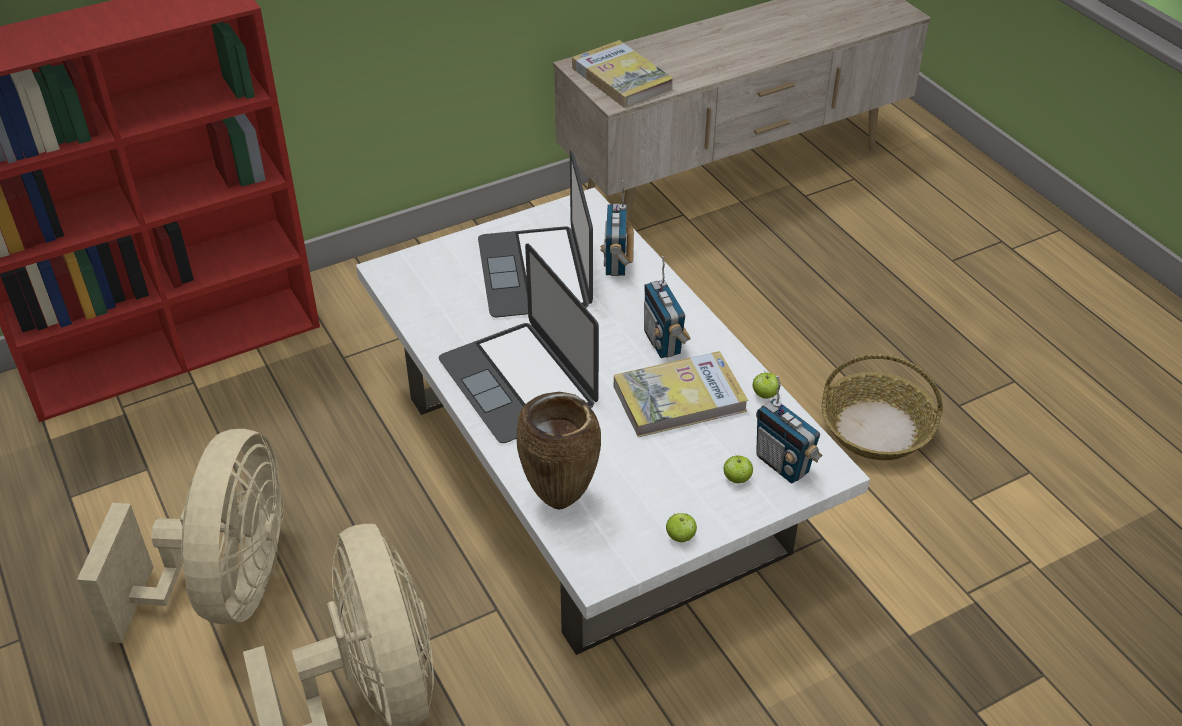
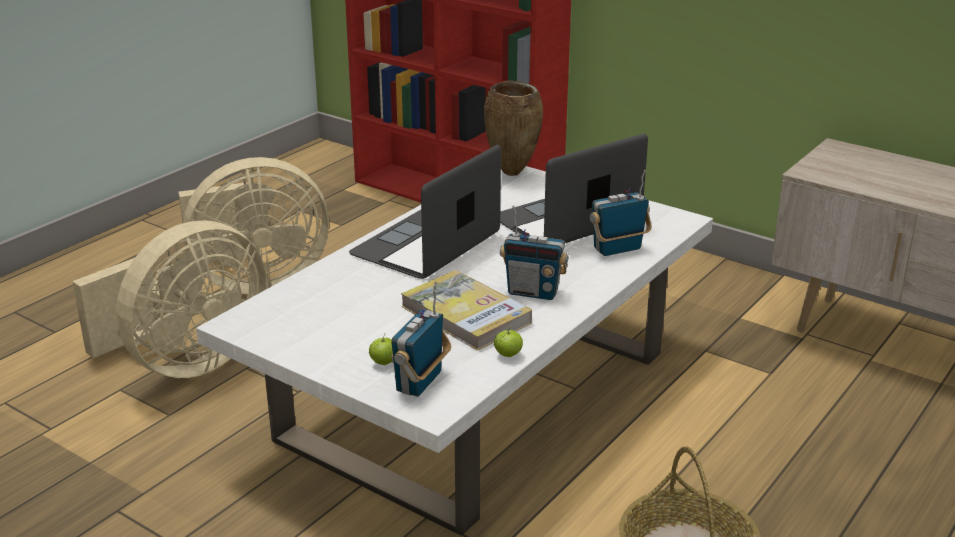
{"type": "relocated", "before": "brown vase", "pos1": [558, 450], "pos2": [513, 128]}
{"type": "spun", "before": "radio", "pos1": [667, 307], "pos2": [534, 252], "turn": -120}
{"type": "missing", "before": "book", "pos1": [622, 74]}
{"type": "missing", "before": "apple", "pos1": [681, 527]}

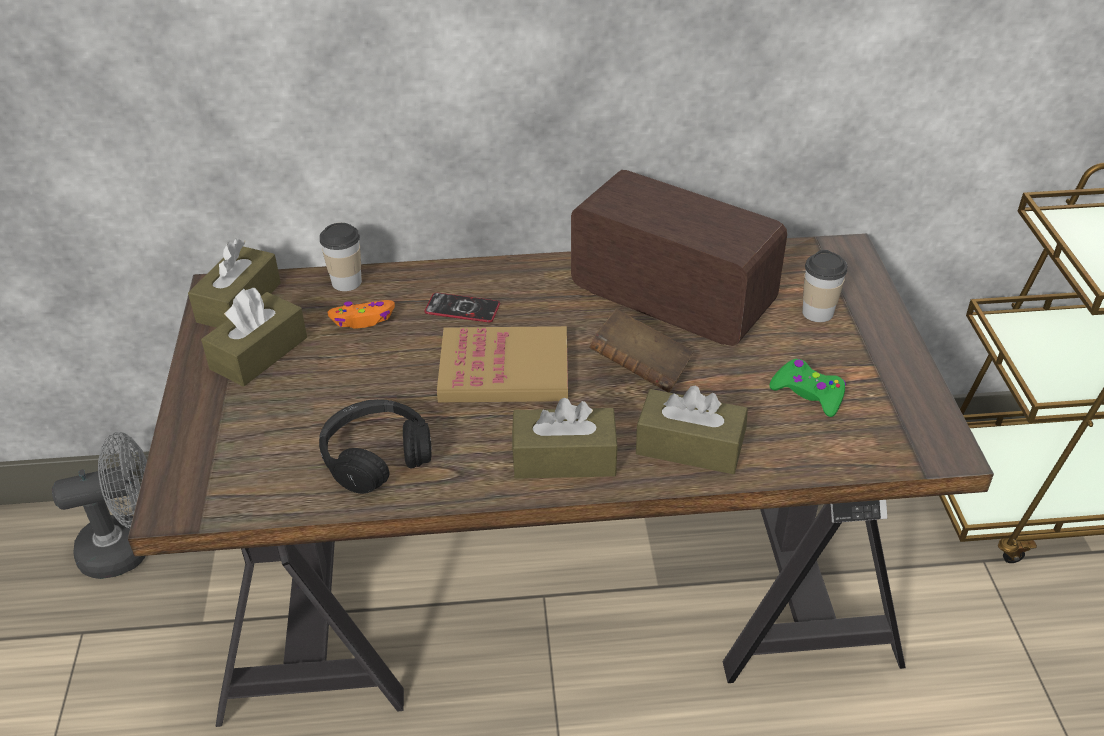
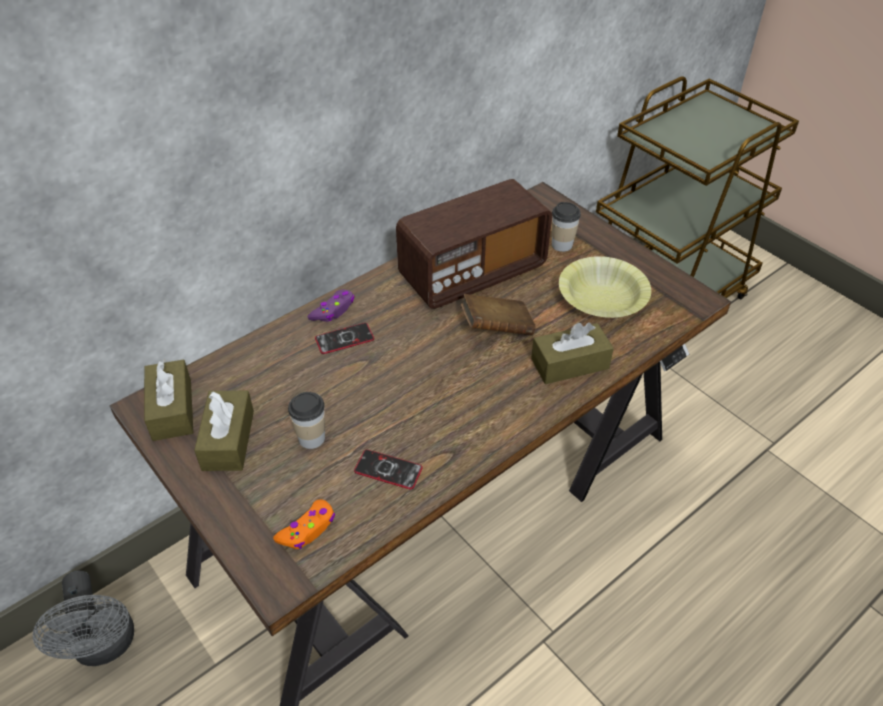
{"type": "spun", "before": "grey fan", "pos1": [99, 505], "pos2": [83, 618], "turn": 120}
{"type": "relocated", "before": "orange game controller", "pos1": [361, 314], "pos2": [304, 524]}
{"type": "relocated", "before": "cup", "pos1": [340, 257], "pos2": [306, 420]}
{"type": "appeared", "after": "purple game controller", "pos2": [331, 306]}
{"type": "exchanged", "before": "black headphones", "after": "phone", "pos1": [375, 446], "pos2": [388, 469]}
{"type": "spun", "before": "radio", "pos1": [679, 258], "pos2": [474, 244], "turn": 150}
{"type": "exchanged", "before": "green game controller", "after": "yellow bowl", "pos1": [807, 388], "pos2": [605, 287]}
{"type": "missing", "before": "book", "pos1": [502, 364]}
{"type": "missing", "before": "brown tissue box", "pos1": [565, 438]}

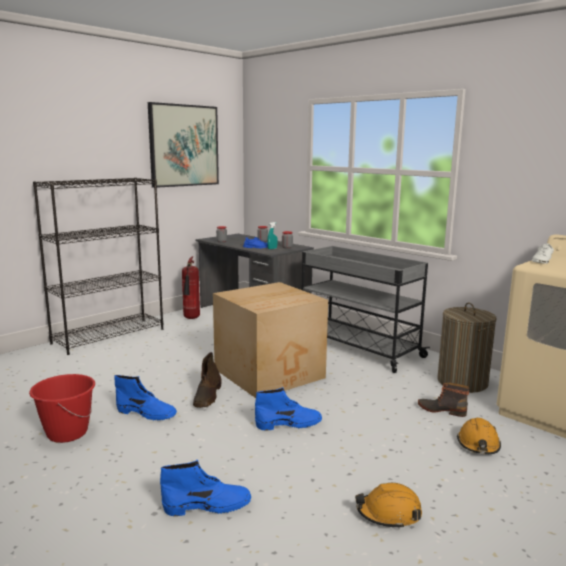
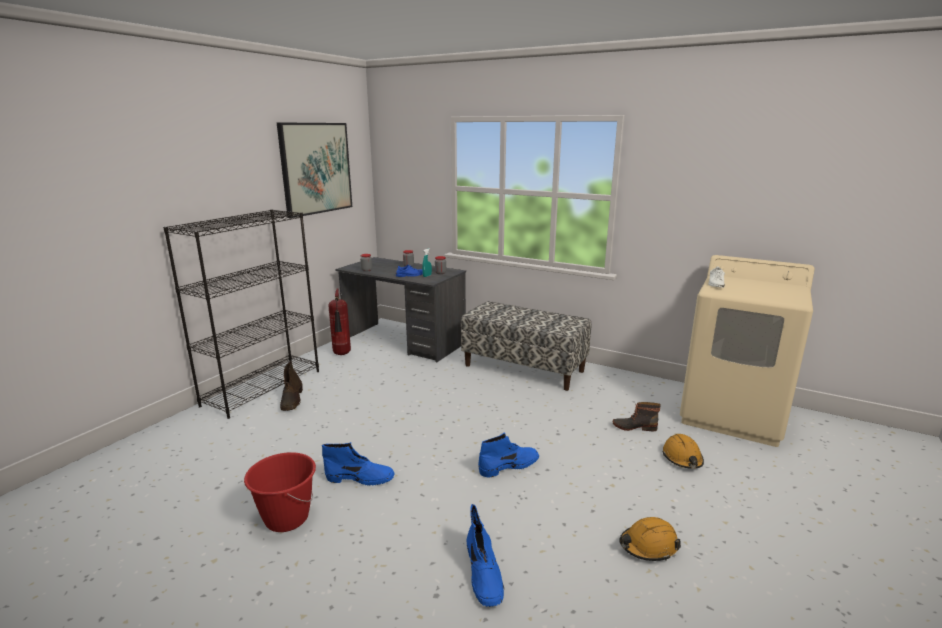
{"type": "relocated", "before": "brown boot", "pos1": [207, 380], "pos2": [291, 386]}
{"type": "exchanged", "before": "grey cart", "after": "bench", "pos1": [365, 309], "pos2": [526, 346]}
{"type": "spun", "before": "blue boot", "pos1": [205, 488], "pos2": [485, 555], "turn": 105}
{"type": "missing", "before": "cardboard box", "pos1": [270, 340]}
{"type": "missing", "before": "laundry basket", "pos1": [466, 347]}

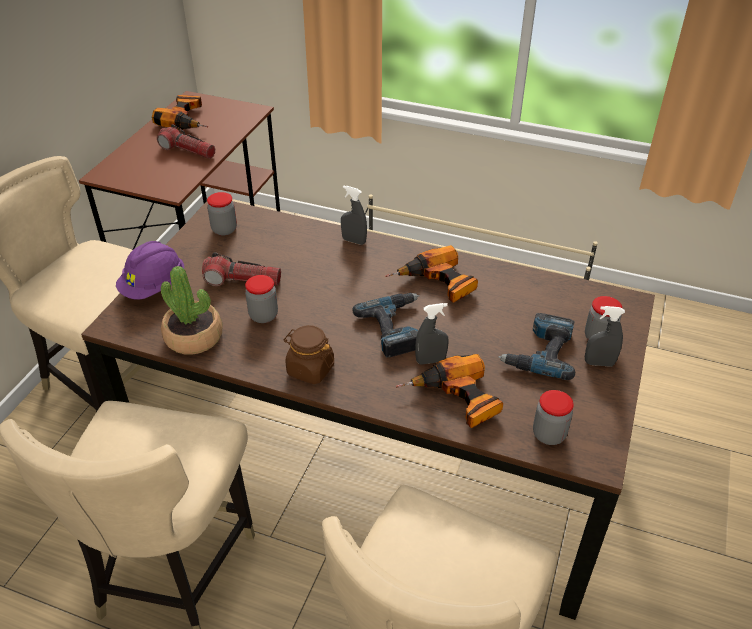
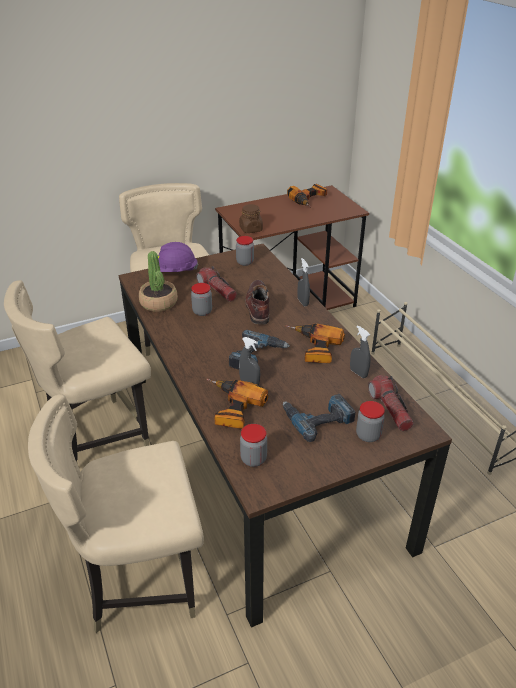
{"type": "relocated", "before": "brown jar", "pos1": [309, 354], "pos2": [251, 218]}
{"type": "appeared", "after": "brown boot", "pos2": [257, 302]}
{"type": "relocated", "before": "grey spray bottle", "pos1": [605, 336], "pos2": [360, 351]}
{"type": "relocated", "before": "flashlight", "pos1": [186, 141], "pos2": [390, 403]}

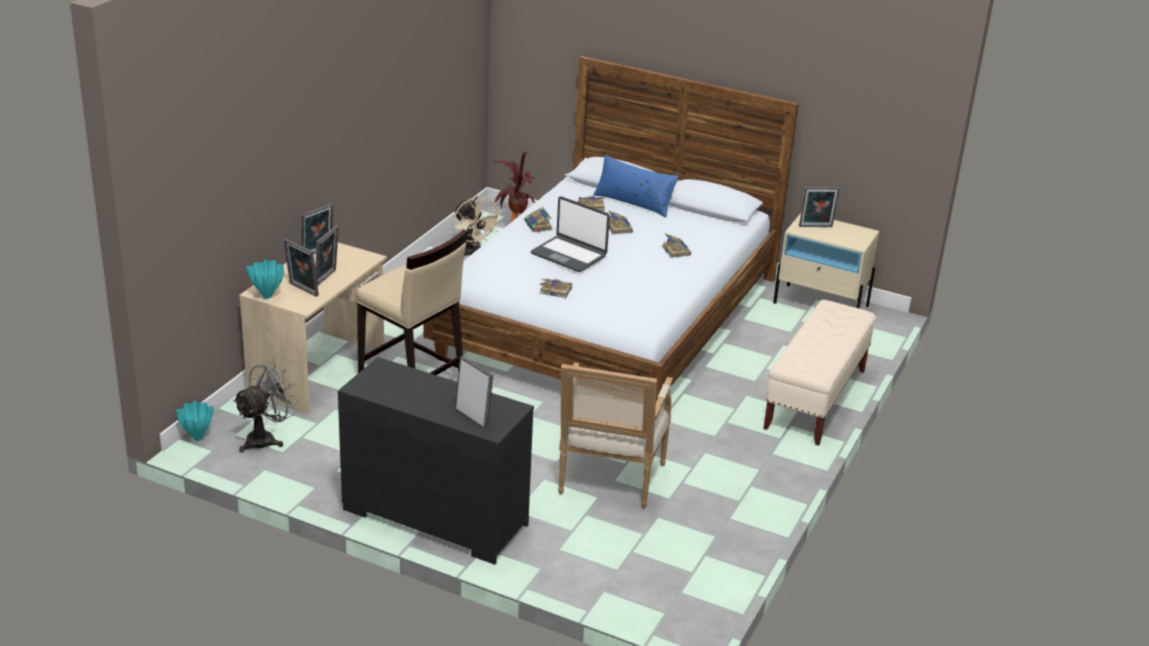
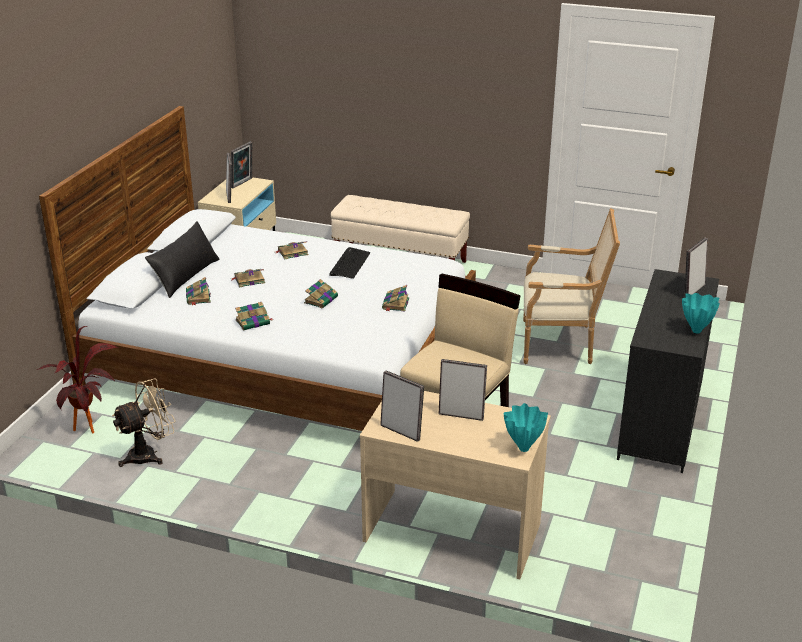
{"type": "colour", "before": "blue pillow", "after": "black pillow", "pos1": [636, 186], "pos2": [182, 259]}
{"type": "relocated", "before": "picture frame", "pos1": [301, 268], "pos2": [241, 165]}
{"type": "exchanged", "before": "laptop", "after": "book", "pos1": [570, 234], "pos2": [321, 293]}
{"type": "appeared", "after": "keyboard", "pos2": [350, 263]}
{"type": "relocated", "before": "turquoise vase", "pos1": [195, 421], "pos2": [701, 313]}
{"type": "missing", "before": "grey fan", "pos1": [266, 407]}

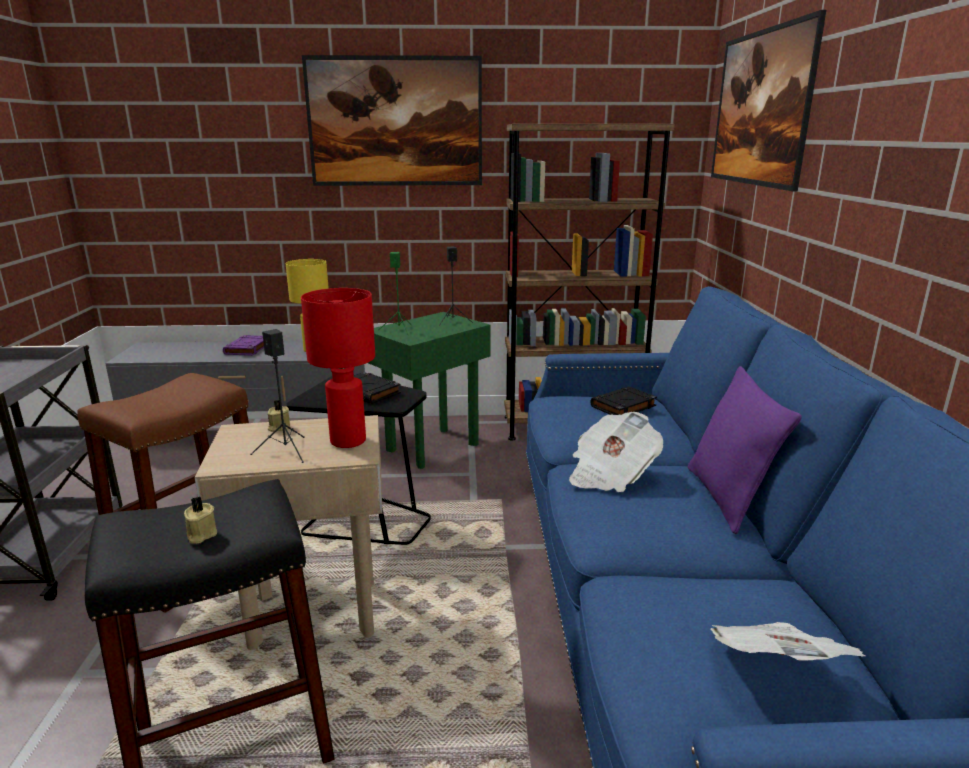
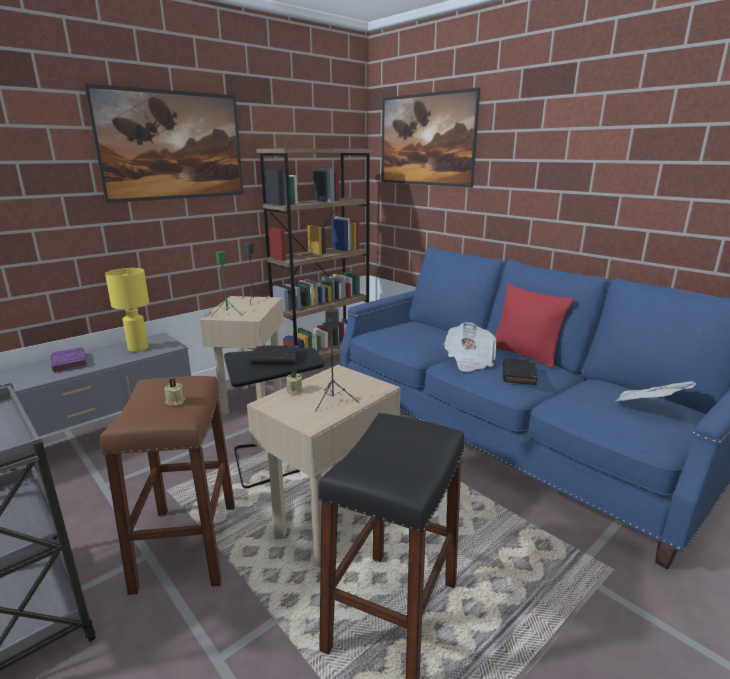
{"type": "relocated", "before": "beige candle", "pos1": [200, 520], "pos2": [174, 392]}
{"type": "colour", "before": "green side table", "after": "beige side table", "pos1": [429, 390], "pos2": [242, 355]}
{"type": "colour", "before": "purple pillow", "after": "red pillow", "pos1": [745, 450], "pos2": [534, 326]}
{"type": "relocated", "before": "black book", "pos1": [623, 400], "pos2": [520, 371]}
{"type": "missing", "before": "red table lamp", "pos1": [338, 368]}

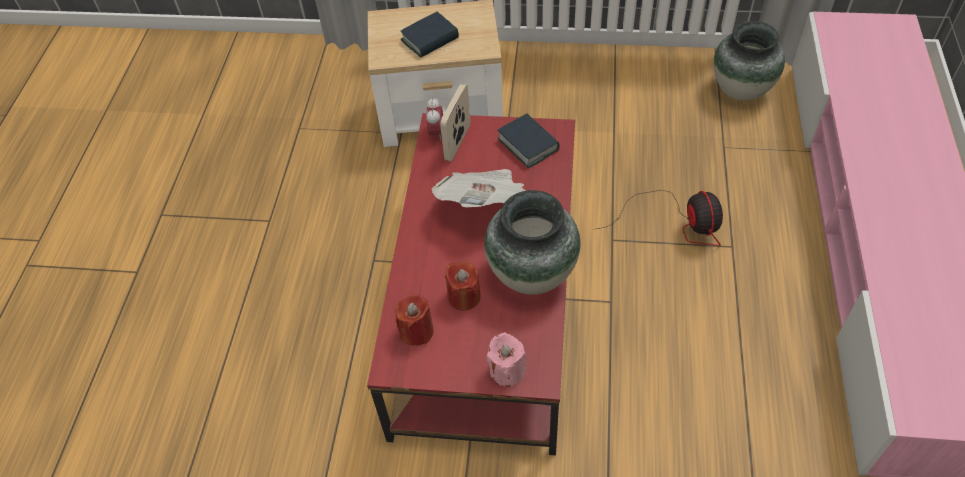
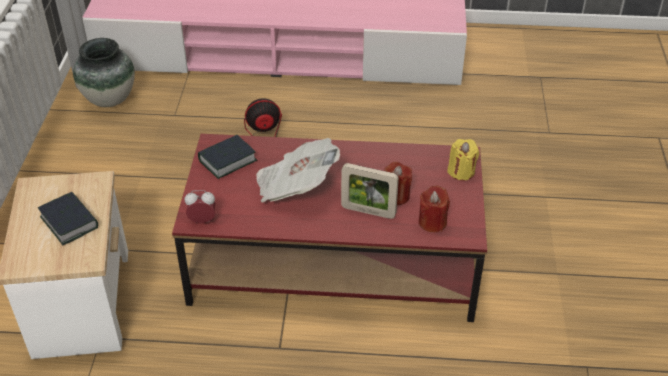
{"type": "relocated", "before": "picture frame", "pos1": [455, 123], "pos2": [370, 191]}
{"type": "colour", "before": "pink candle", "after": "yellow candle", "pos1": [506, 359], "pos2": [463, 160]}
{"type": "missing", "before": "vase", "pos1": [532, 242]}

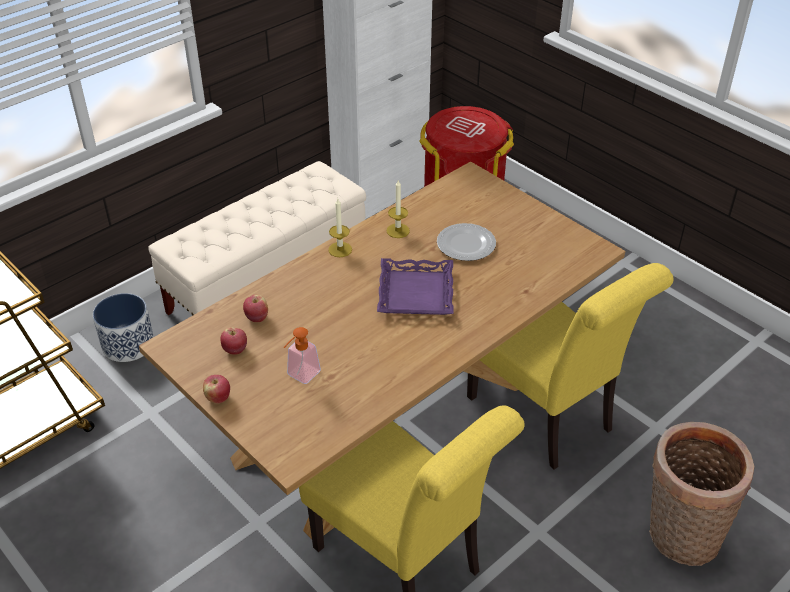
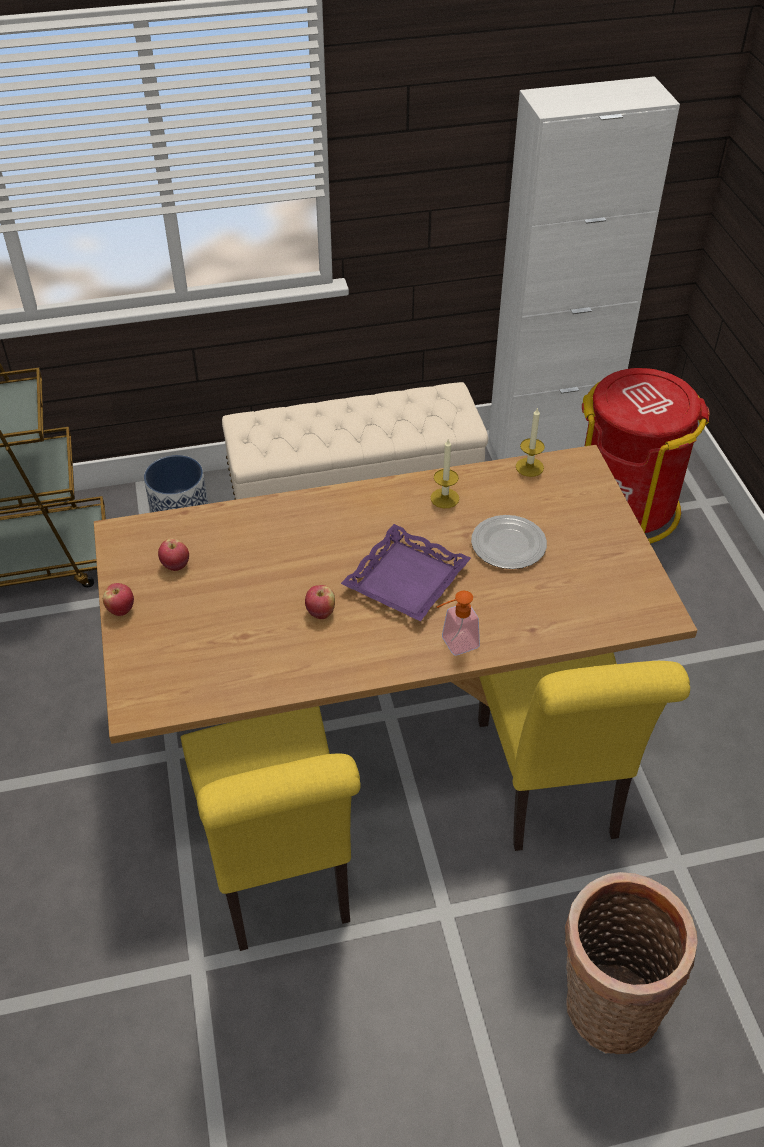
{"type": "relocated", "before": "apple", "pos1": [255, 308], "pos2": [320, 602]}
{"type": "relocated", "before": "soap dispenser", "pos1": [302, 355], "pos2": [458, 623]}
{"type": "relocated", "before": "candle", "pos1": [340, 228], "pos2": [530, 442]}

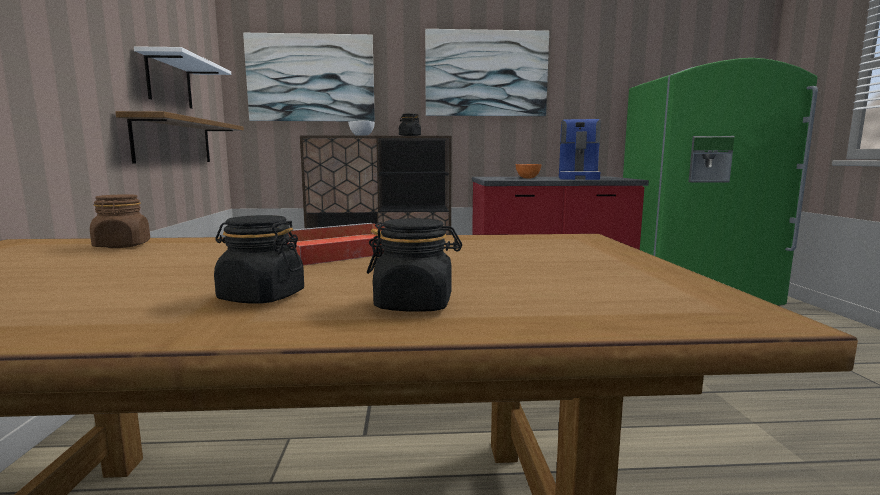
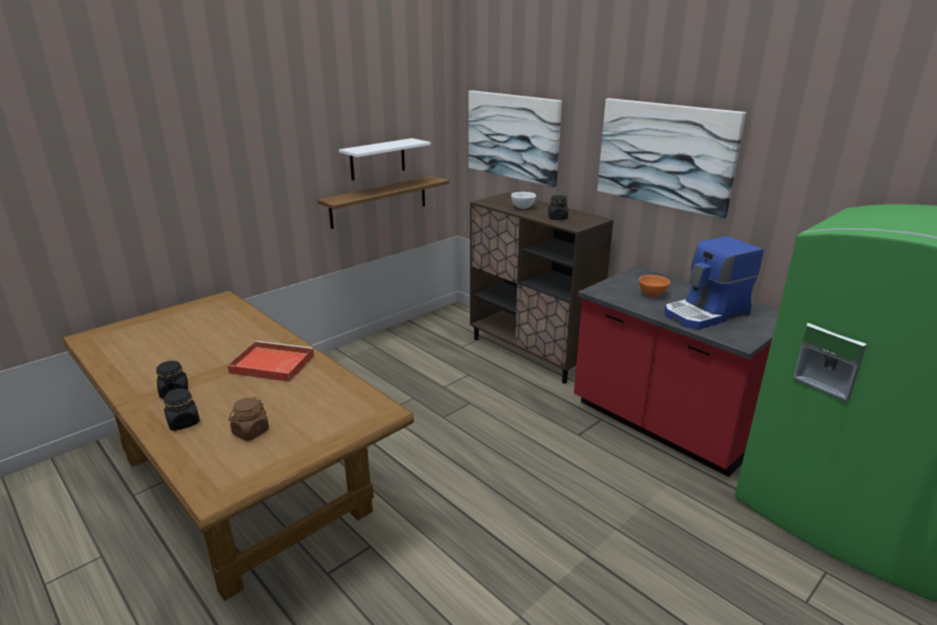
{"type": "relocated", "before": "brown jar", "pos1": [120, 221], "pos2": [249, 419]}

